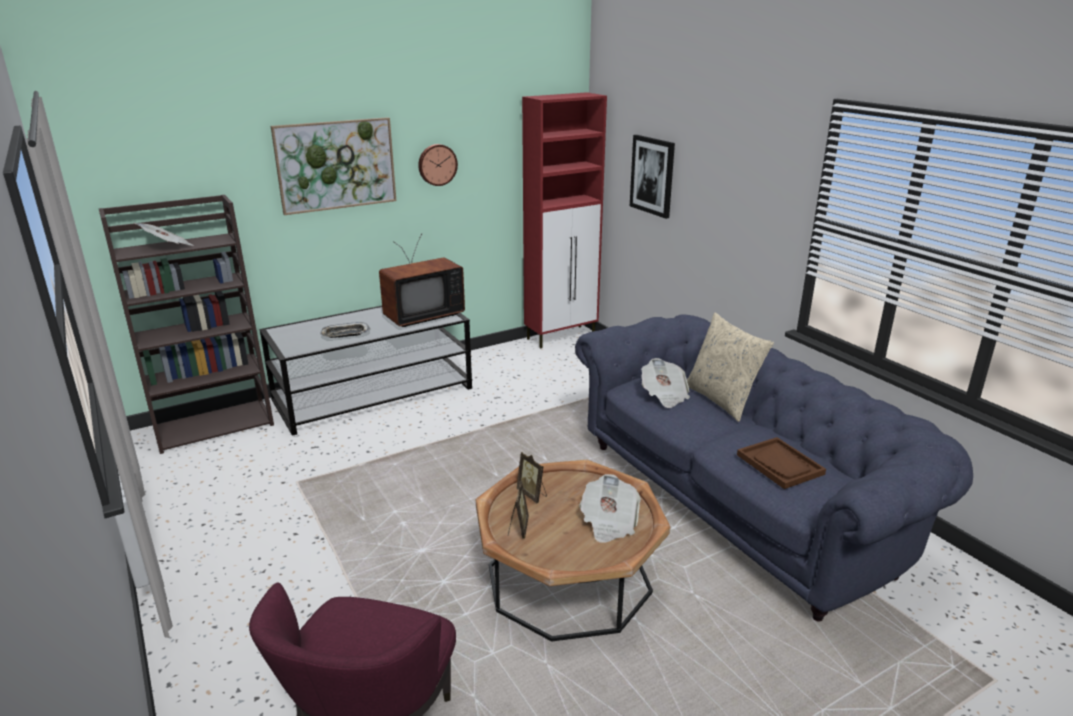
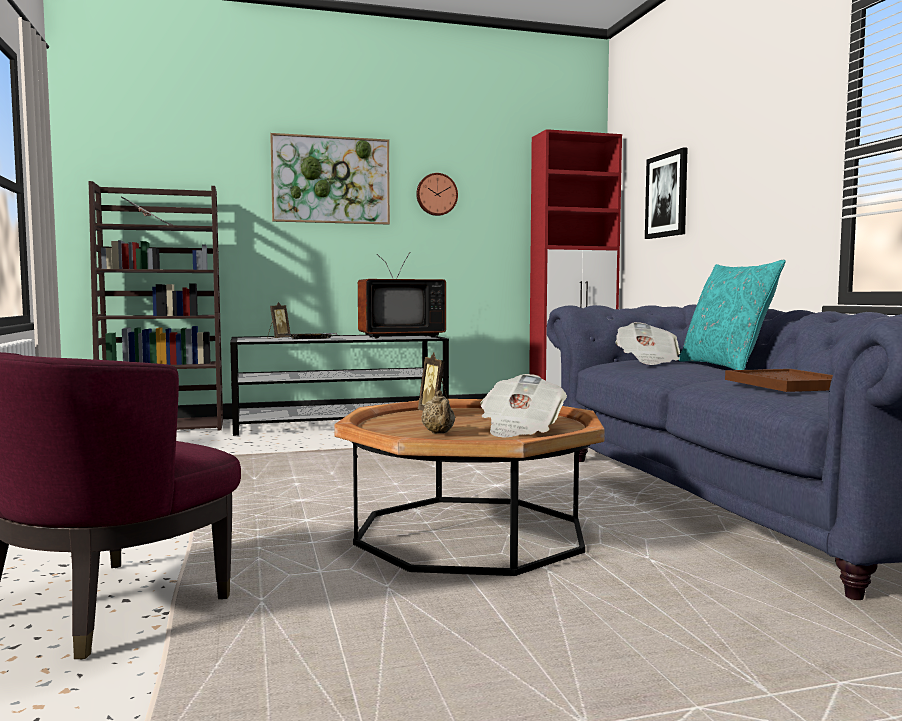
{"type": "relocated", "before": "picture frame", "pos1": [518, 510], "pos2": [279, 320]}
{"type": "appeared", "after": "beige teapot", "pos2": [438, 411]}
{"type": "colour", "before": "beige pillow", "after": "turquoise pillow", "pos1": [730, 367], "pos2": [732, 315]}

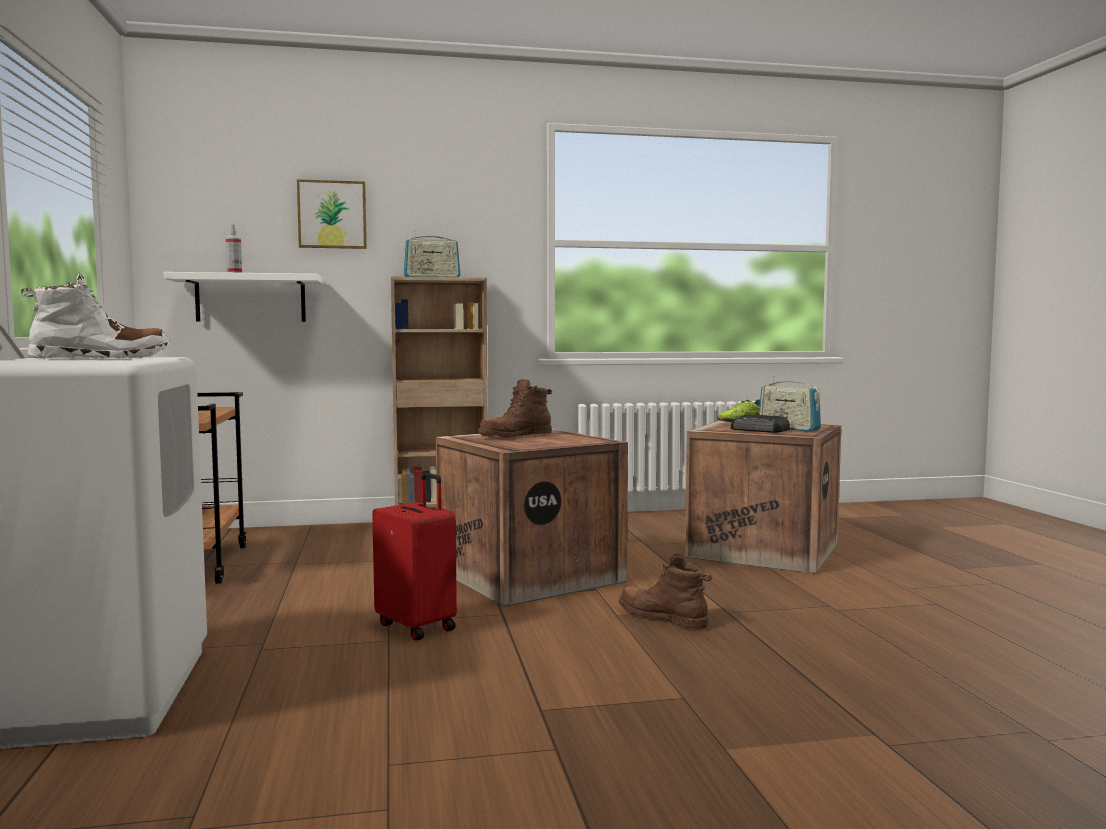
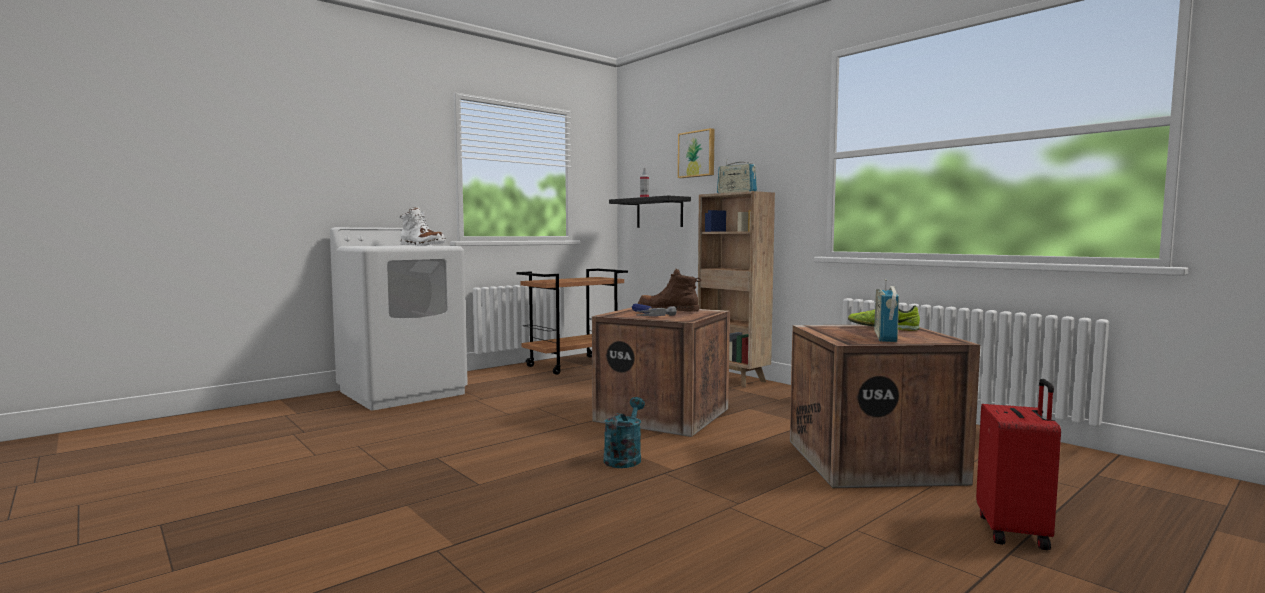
{"type": "exchanged", "before": "brown boot", "after": "turquoise watering can", "pos1": [666, 591], "pos2": [624, 432]}
{"type": "colour", "before": "white shelf", "after": "black shelf", "pos1": [243, 297], "pos2": [650, 211]}
{"type": "appeared", "after": "hammer", "pos2": [654, 310]}
{"type": "relocated", "before": "red suitcase", "pos1": [414, 557], "pos2": [1018, 464]}
{"type": "missing", "before": "radio", "pos1": [760, 423]}

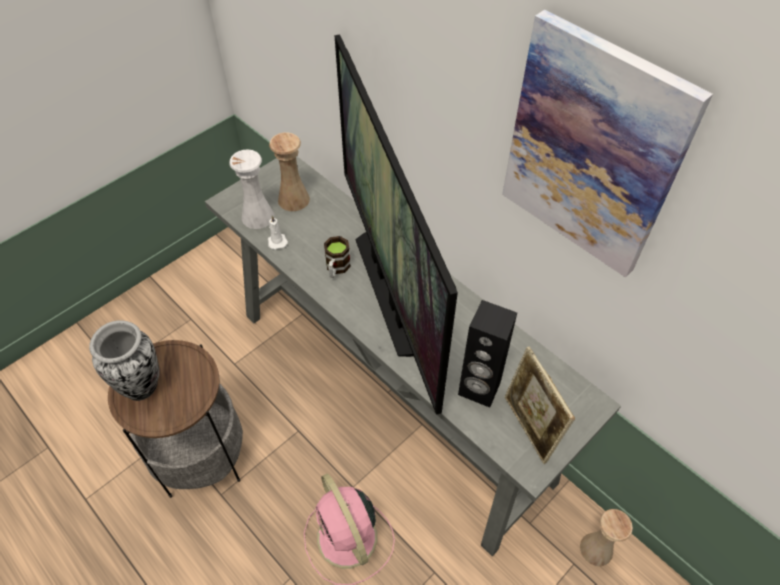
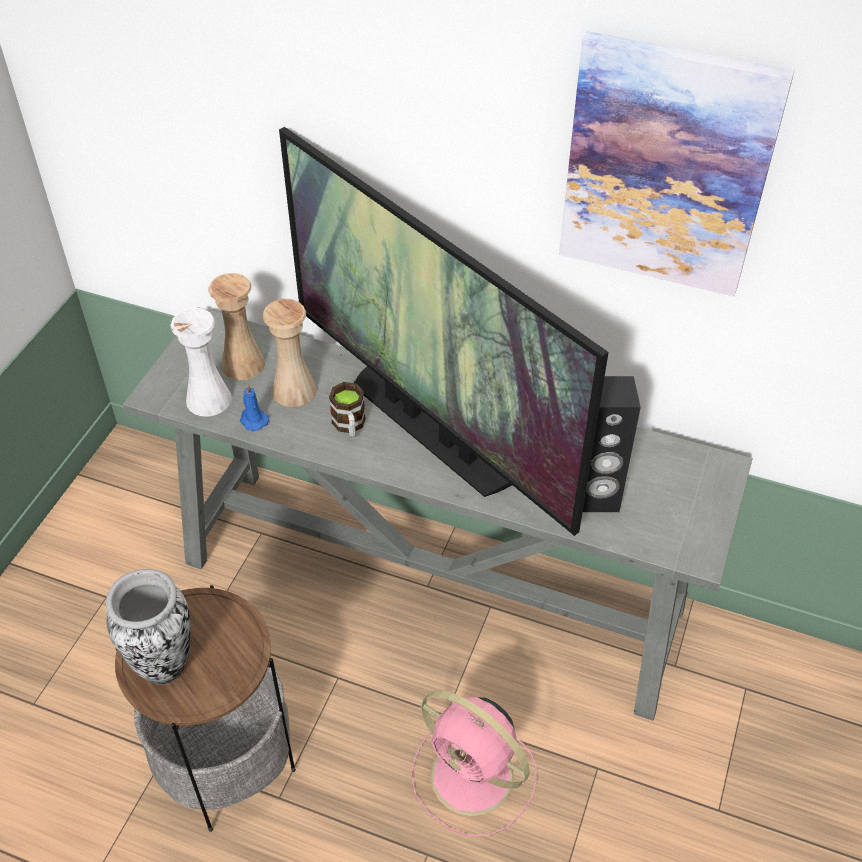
{"type": "colour", "before": "white candle", "after": "blue candle", "pos1": [278, 232], "pos2": [254, 407]}
{"type": "relocated", "before": "beige vase", "pos1": [606, 537], "pos2": [290, 353]}
{"type": "missing", "before": "picture frame", "pos1": [540, 405]}

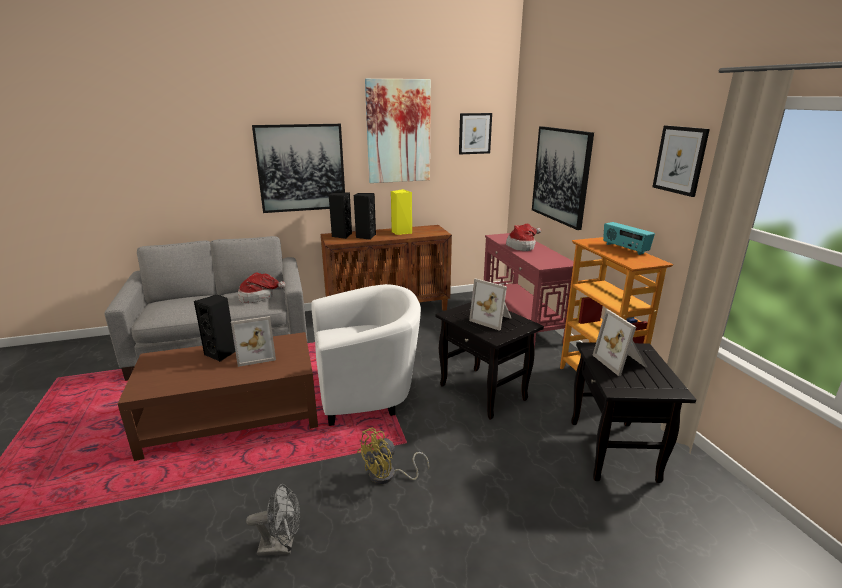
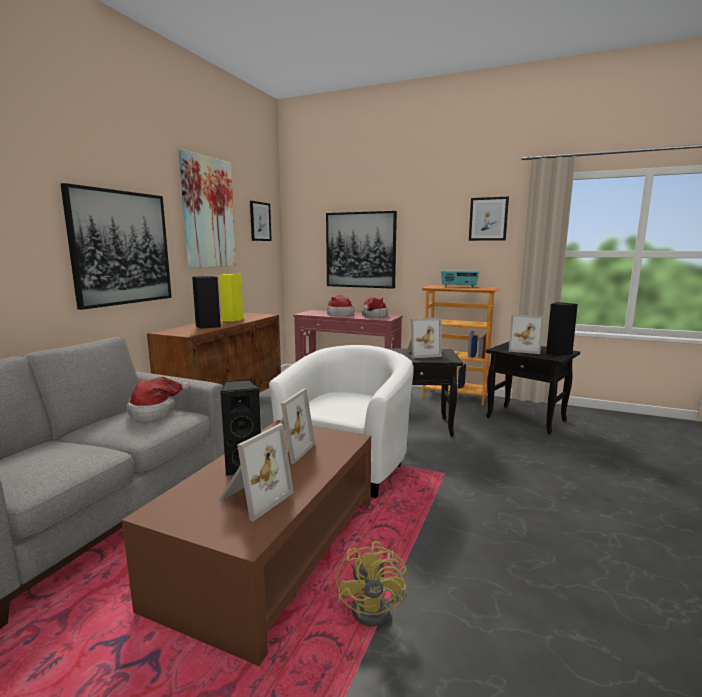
{"type": "appeared", "after": "picture frame", "pos2": [256, 473]}
{"type": "relocated", "before": "yellow fan", "pos1": [393, 456], "pos2": [372, 583]}
{"type": "appeared", "after": "hat", "pos2": [375, 307]}
{"type": "relocated", "before": "black speaker", "pos1": [340, 215], "pos2": [562, 329]}
{"type": "missing", "before": "grey fan", "pos1": [273, 520]}

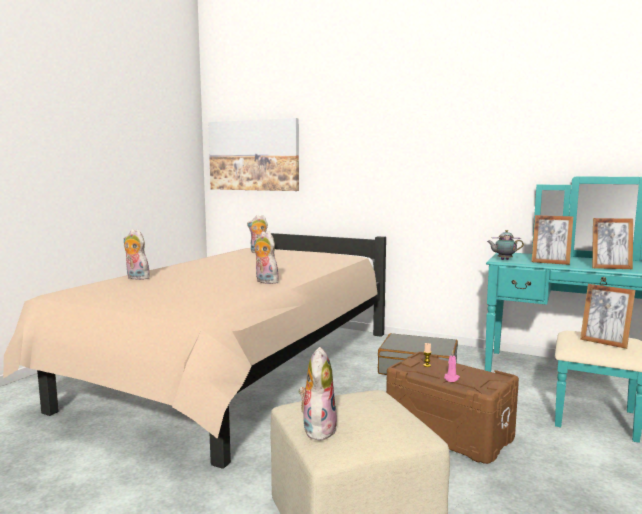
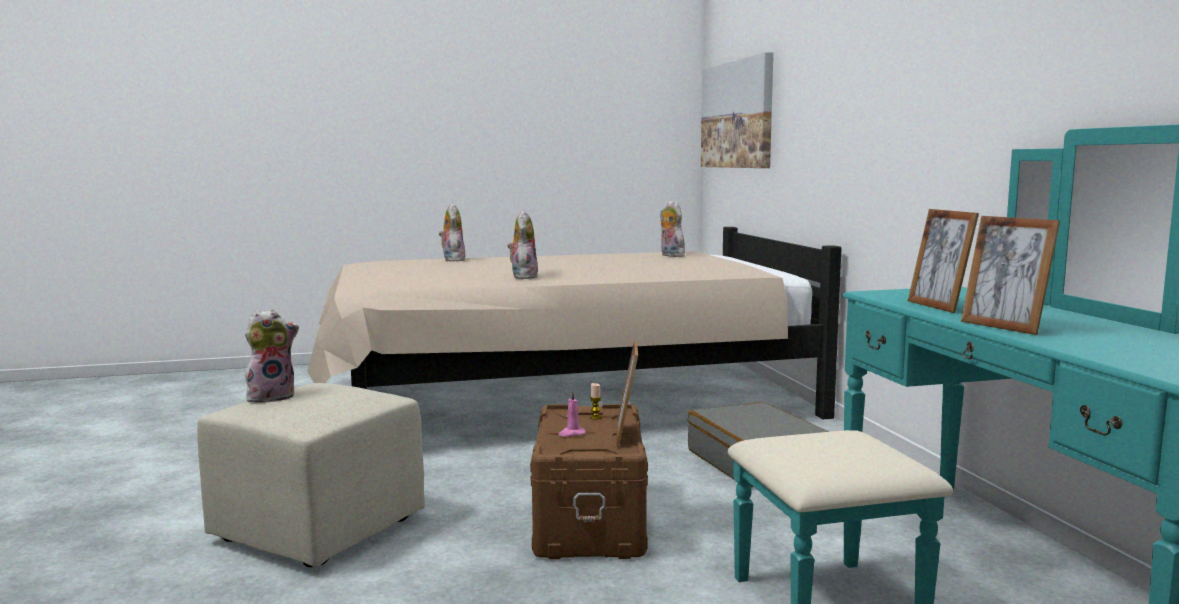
{"type": "relocated", "before": "picture frame", "pos1": [608, 316], "pos2": [627, 393]}
{"type": "missing", "before": "teapot", "pos1": [505, 245]}

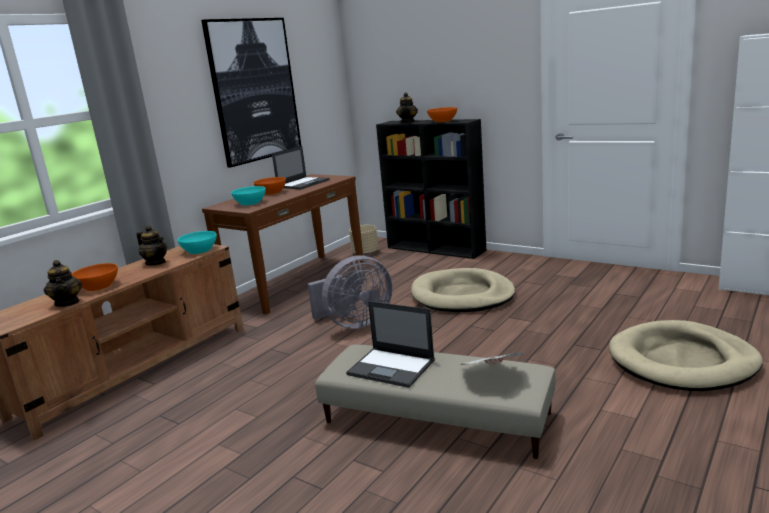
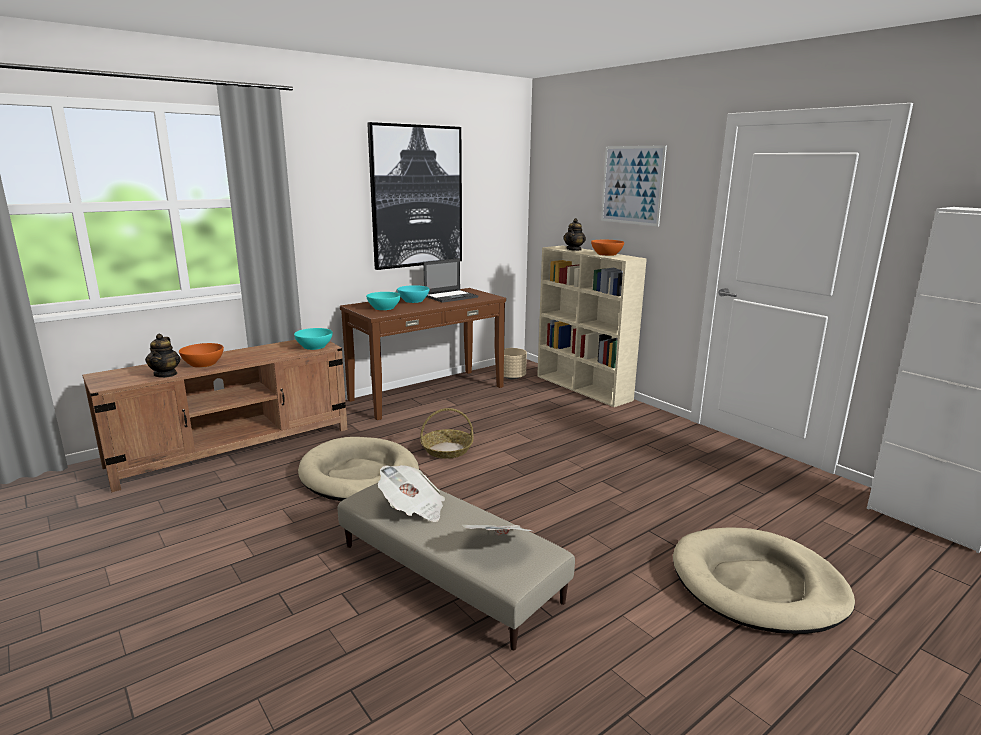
{"type": "relocated", "before": "beige dog bed", "pos1": [463, 290], "pos2": [359, 469]}
{"type": "exchanged", "before": "laptop", "after": "newspaper", "pos1": [390, 344], "pos2": [411, 493]}
{"type": "colour", "before": "orange bowl", "after": "turquoise bowl", "pos1": [270, 186], "pos2": [413, 294]}
{"type": "exchanged", "before": "grey fan", "after": "basket", "pos1": [350, 292], "pos2": [447, 433]}
{"type": "colour", "before": "black bookcase", "after": "beige bookcase", "pos1": [431, 189], "pos2": [592, 326]}
{"type": "appeared", "after": "picture", "pos2": [634, 185]}
{"type": "missing", "before": "teapot", "pos1": [151, 245]}

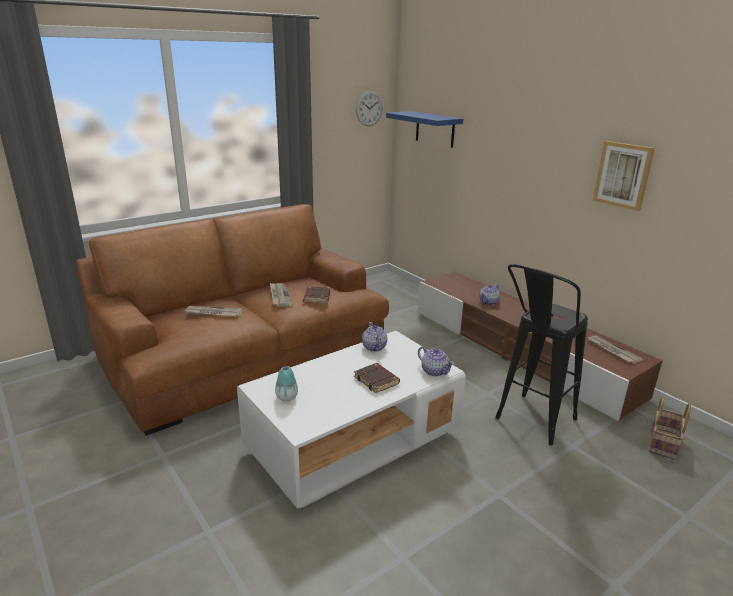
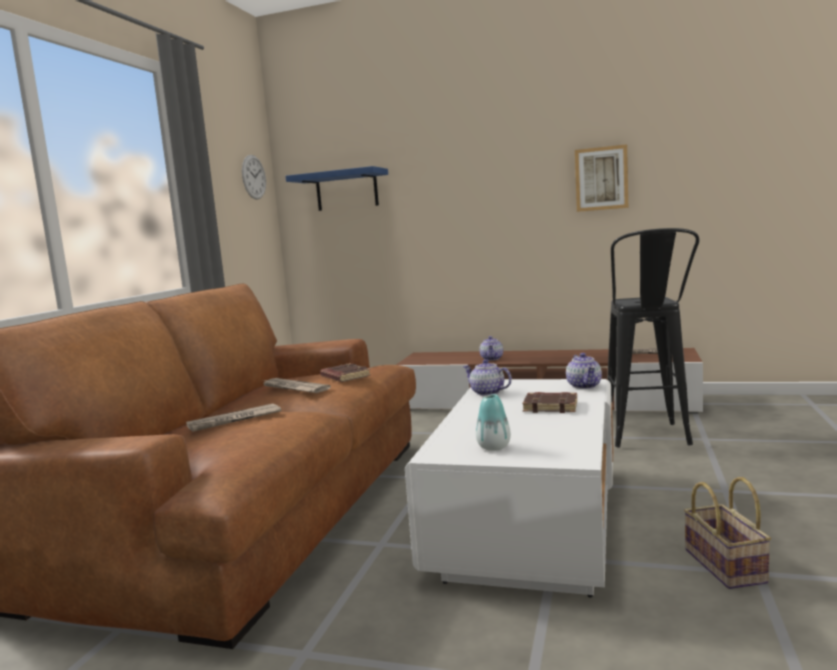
{"type": "spun", "before": "teapot", "pos1": [436, 361], "pos2": [584, 371], "turn": 75}
{"type": "relocated", "before": "basket", "pos1": [670, 428], "pos2": [727, 533]}

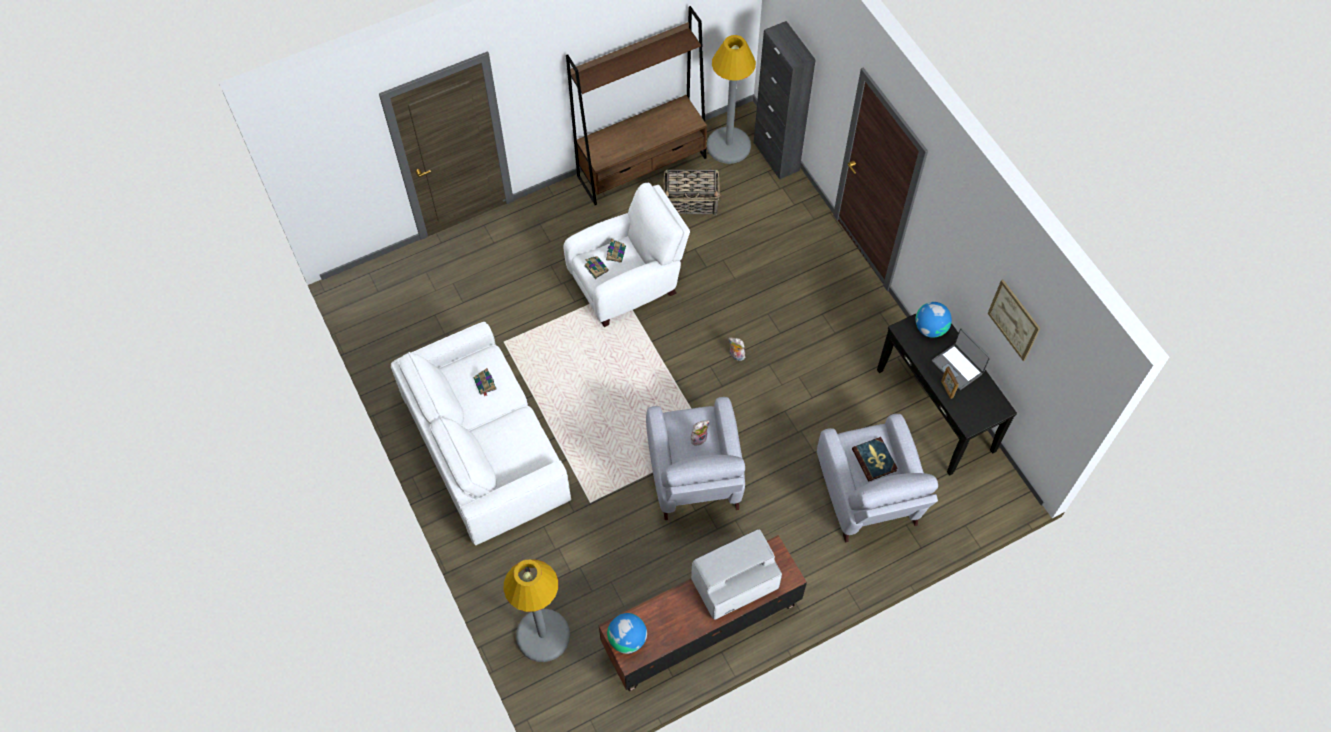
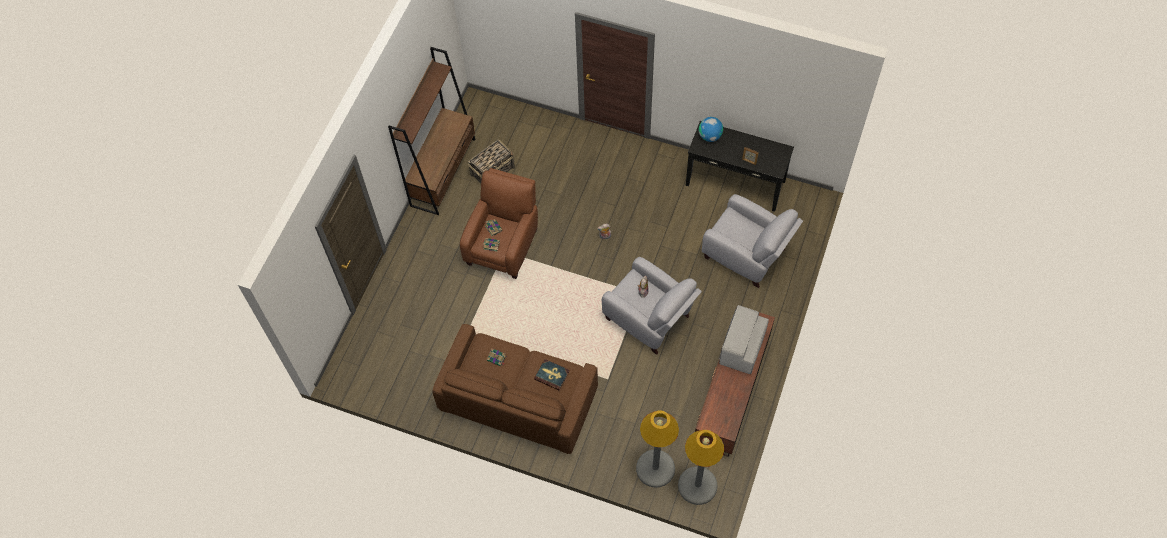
{"type": "colour", "before": "white sofa", "after": "brown sofa", "pos1": [481, 433], "pos2": [515, 389]}
{"type": "colour", "before": "white armchair", "after": "brown armchair", "pos1": [627, 255], "pos2": [499, 223]}
{"type": "relocated", "before": "book", "pos1": [875, 459], "pos2": [552, 374]}
{"type": "relocated", "before": "grey floor lamp", "pos1": [731, 99], "pos2": [701, 467]}
{"type": "missing", "before": "globe", "pos1": [627, 633]}
{"type": "missing", "before": "black cabinet", "pos1": [785, 100]}
{"type": "missing", "before": "laptop", "pos1": [961, 359]}
{"type": "missing", "before": "picture", "pos1": [1014, 320]}

